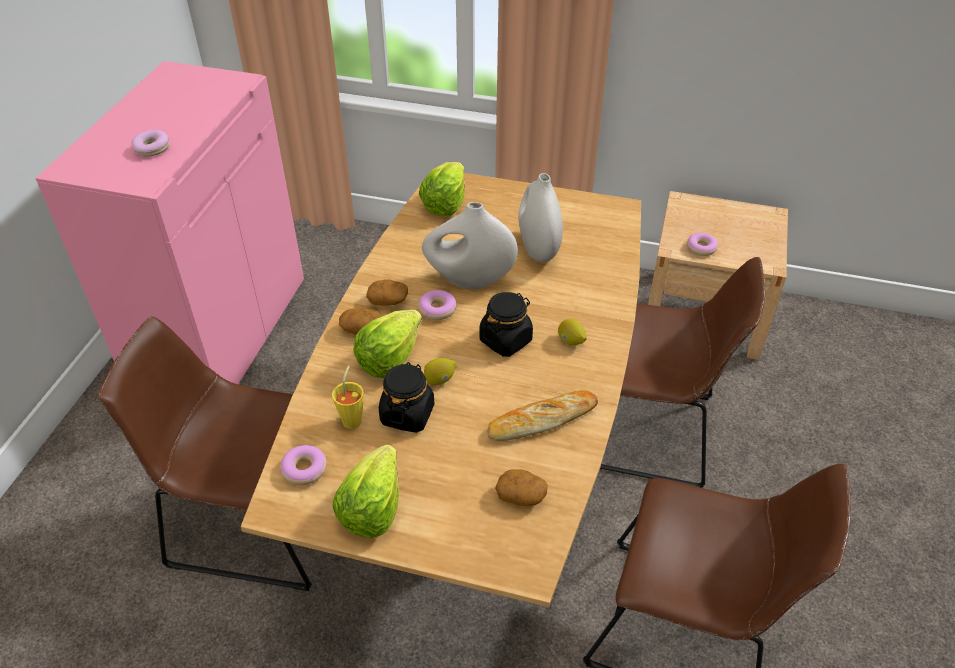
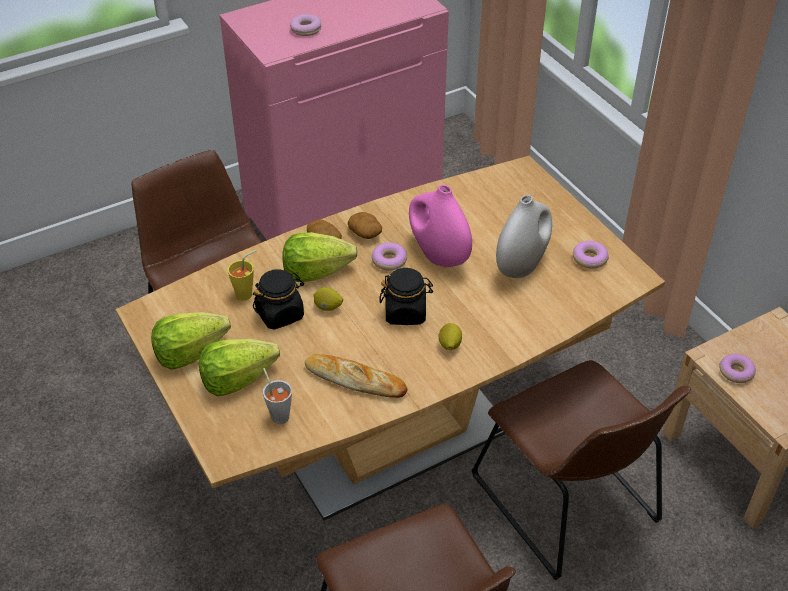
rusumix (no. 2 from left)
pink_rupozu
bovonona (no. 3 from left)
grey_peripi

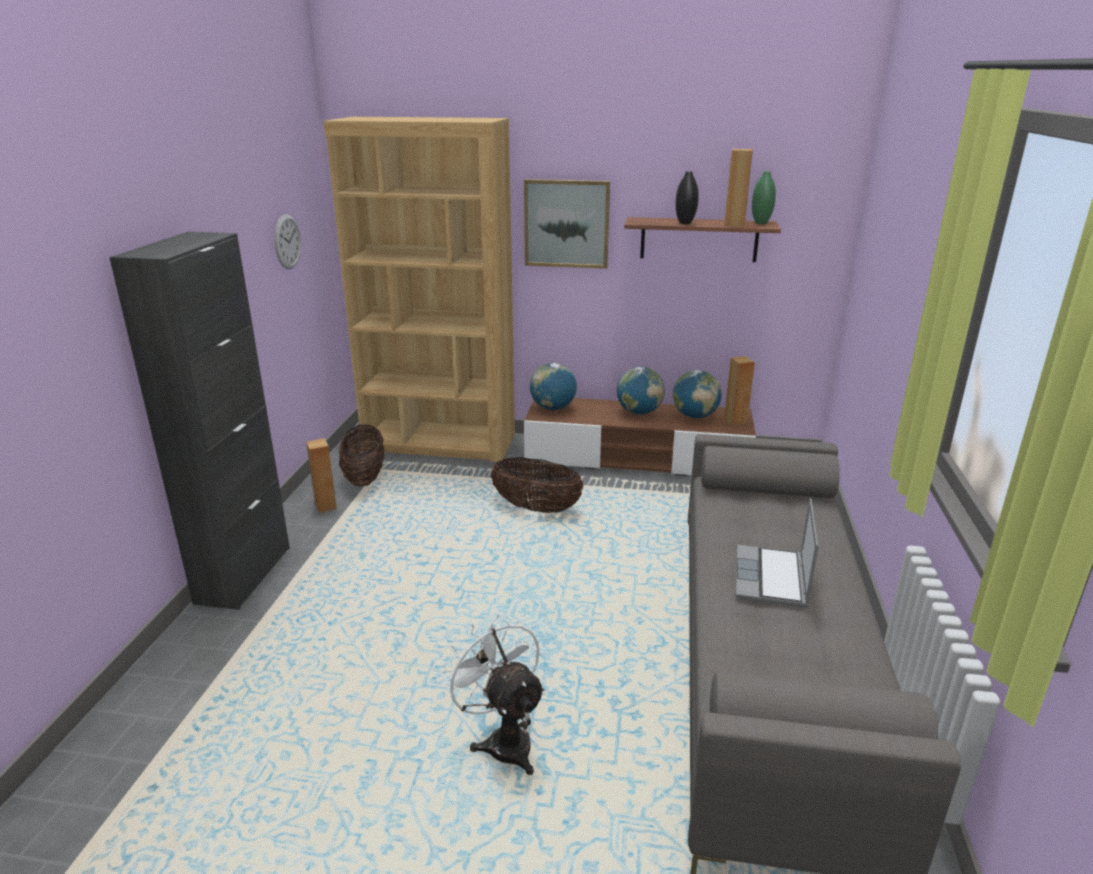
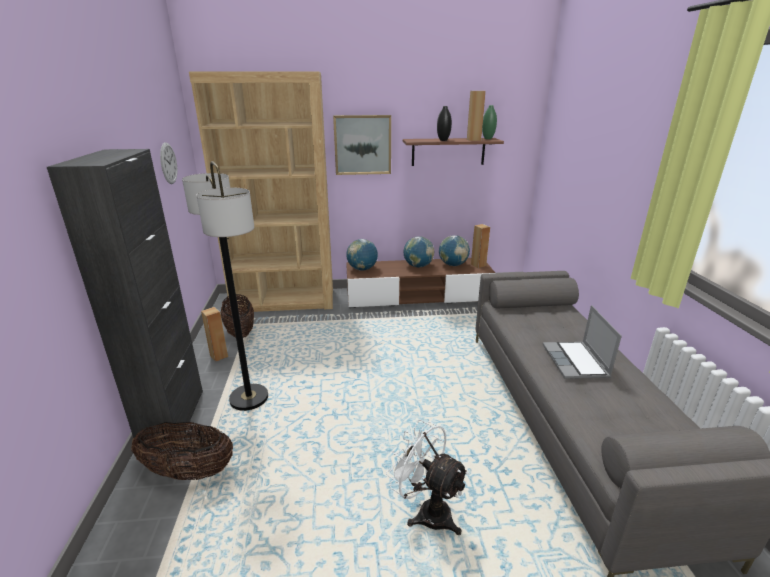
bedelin (no. 1 from left)
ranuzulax

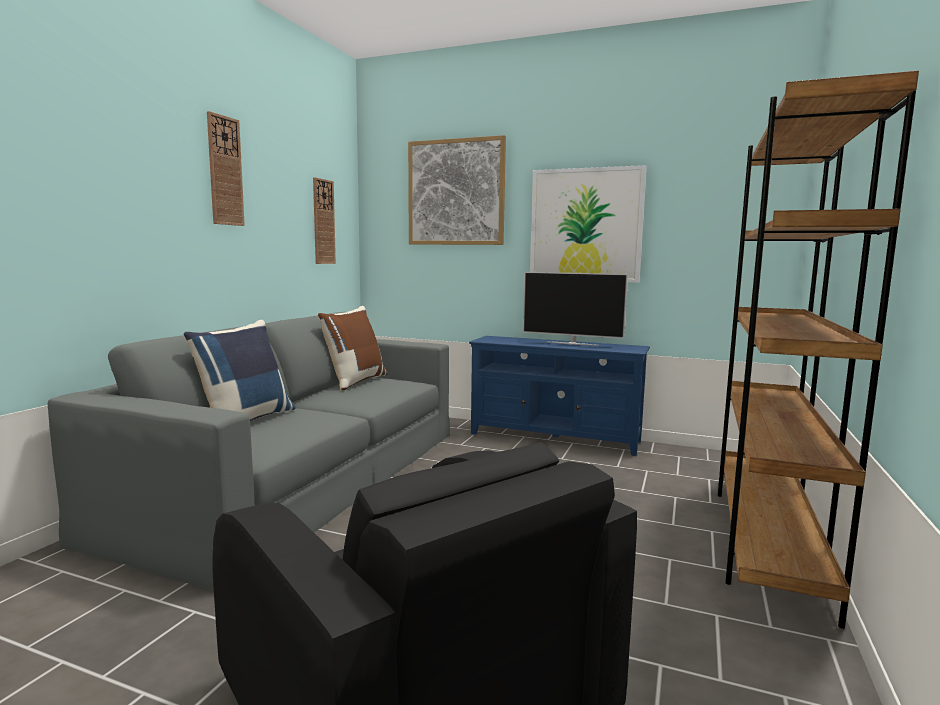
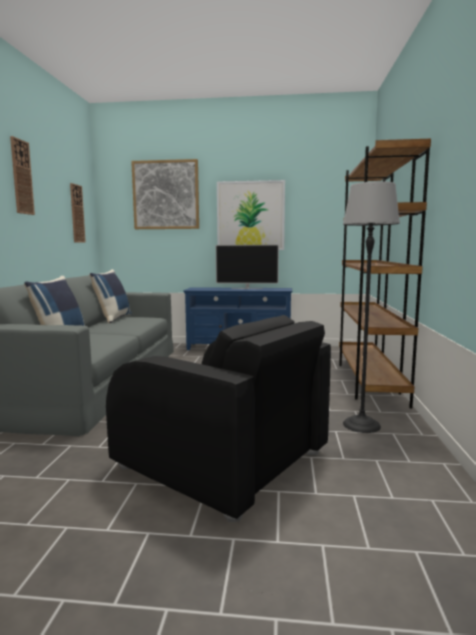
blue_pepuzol (no. 2 from left)
ranuzulax

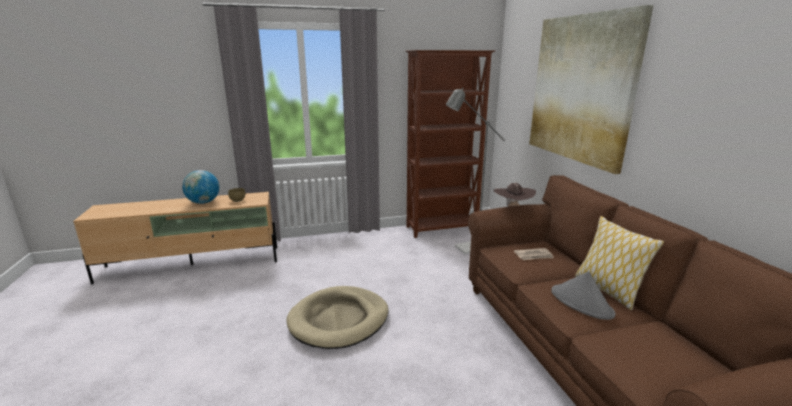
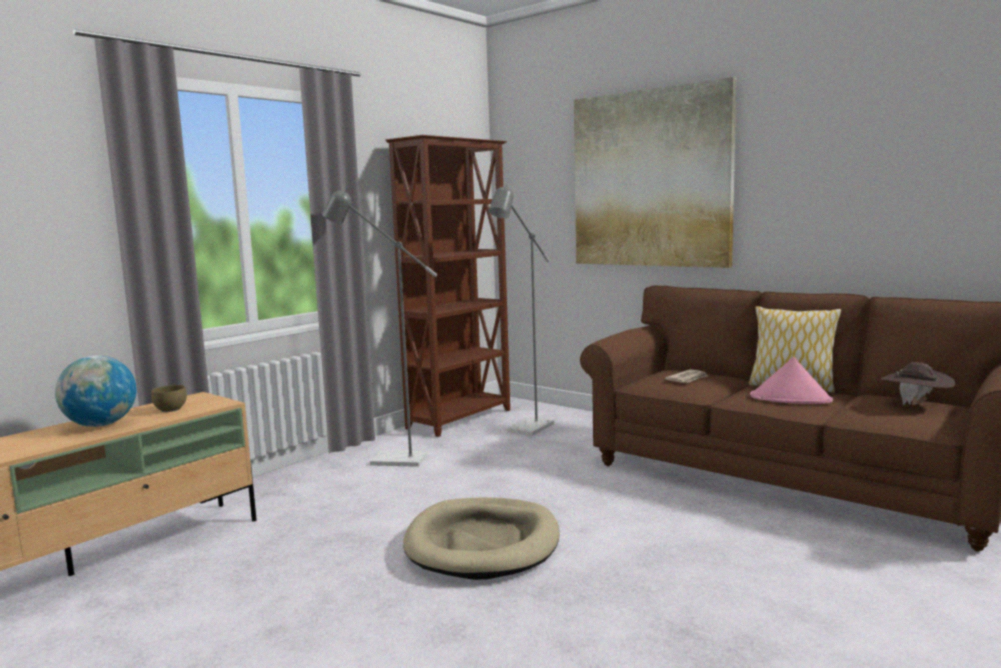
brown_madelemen
pink_madelemen
grey_ranuzulax (no. 1 from left)

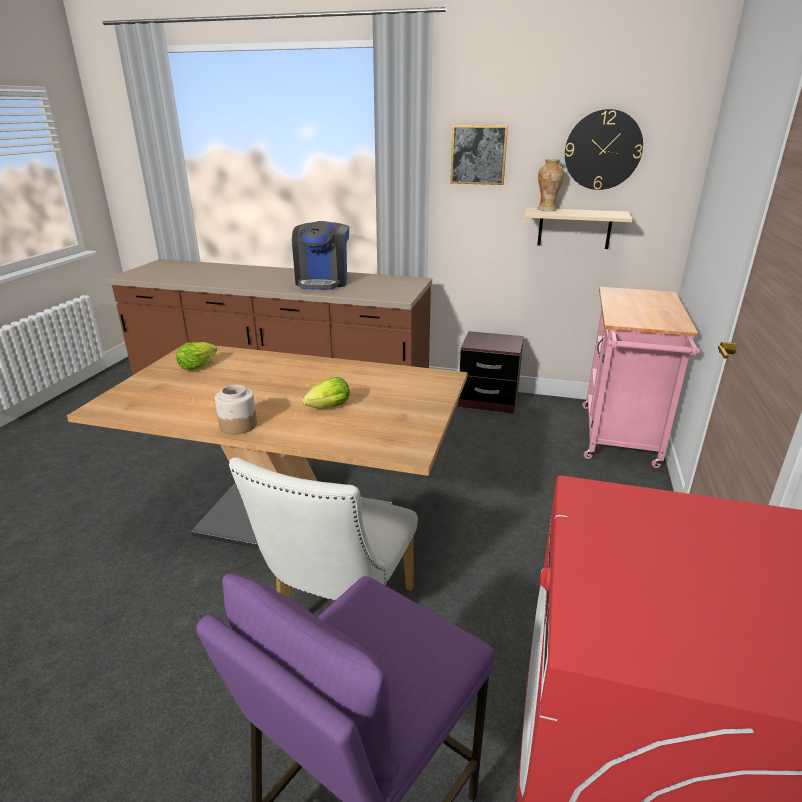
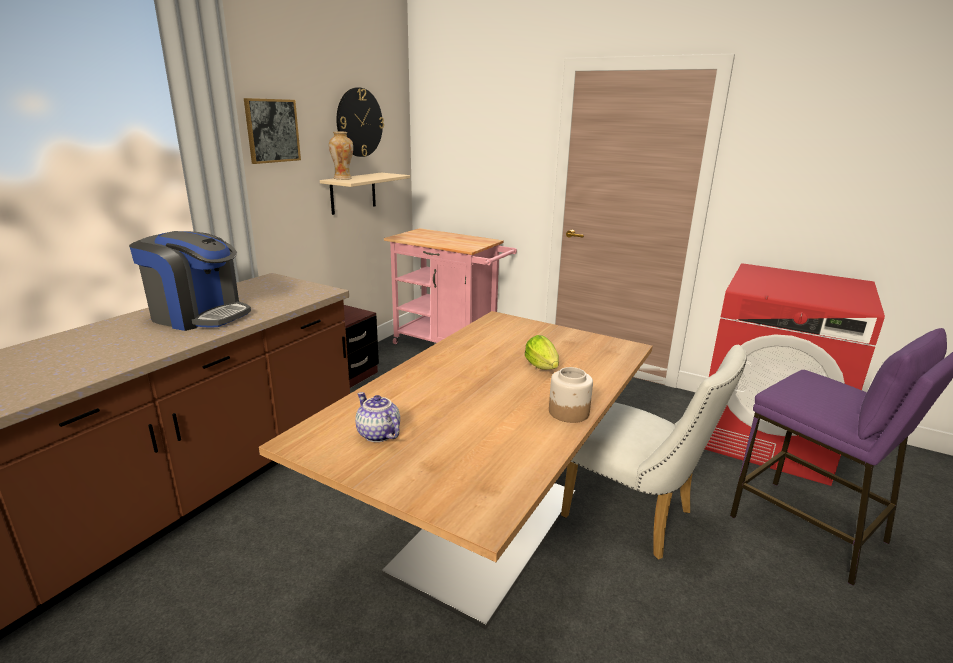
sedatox

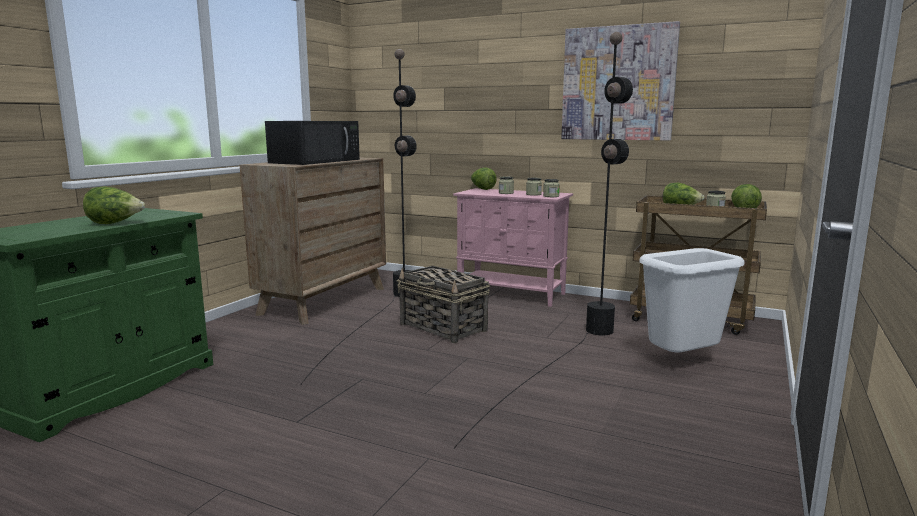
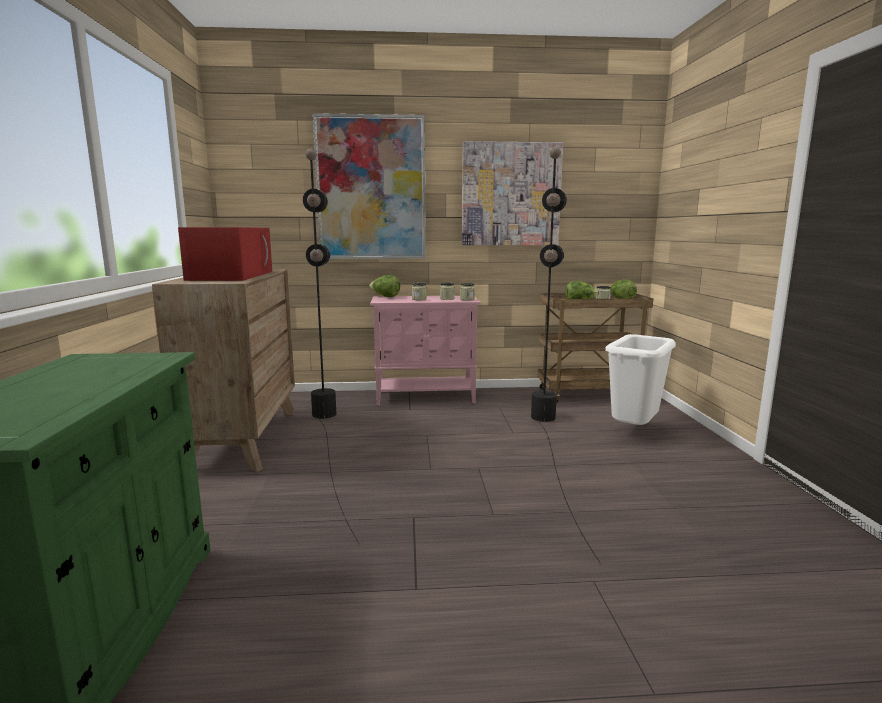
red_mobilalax
rusumix (no. 1 from left in the first image)
bedelin
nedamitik (no. 1 from left)

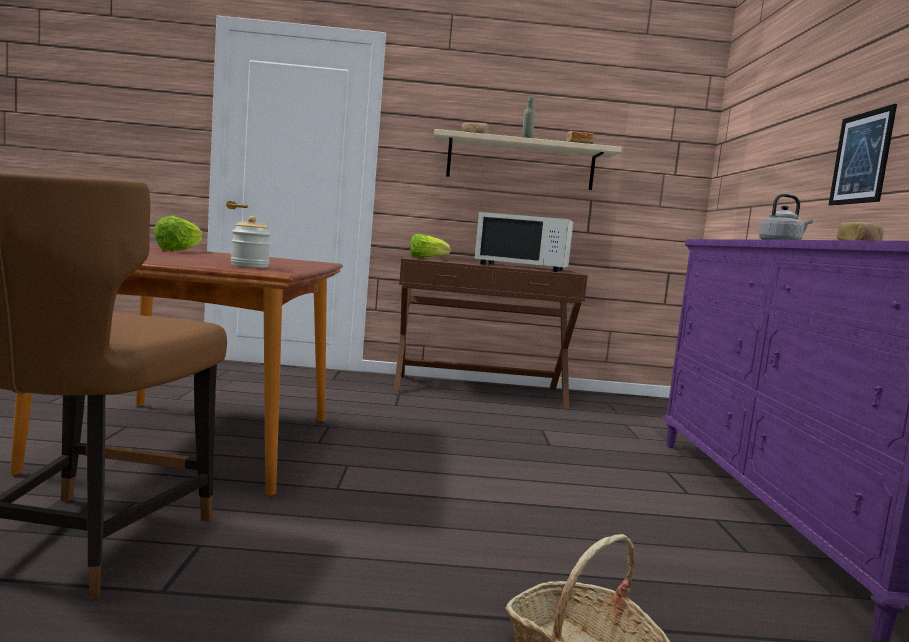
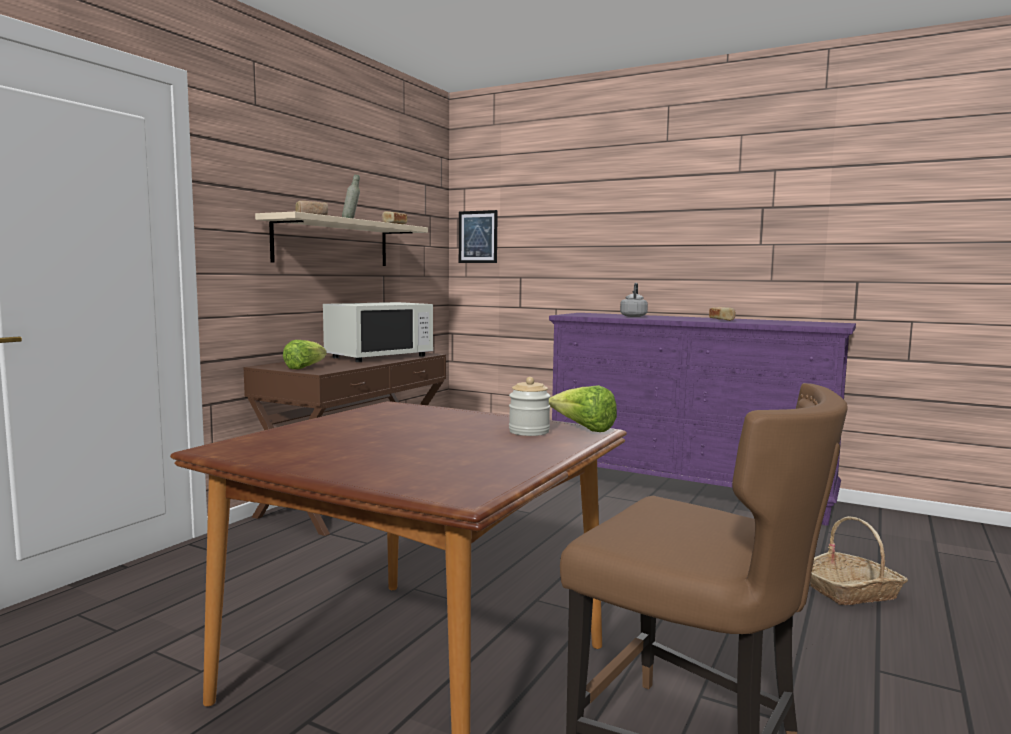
nedamitik
rusumix (no. 2 from left)

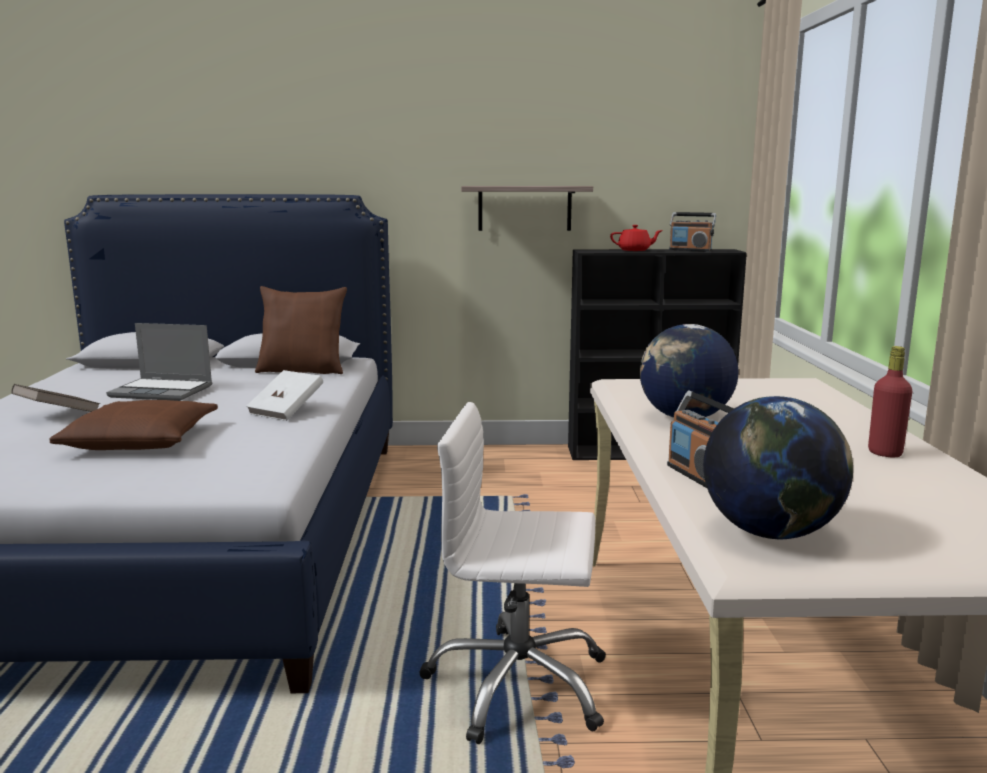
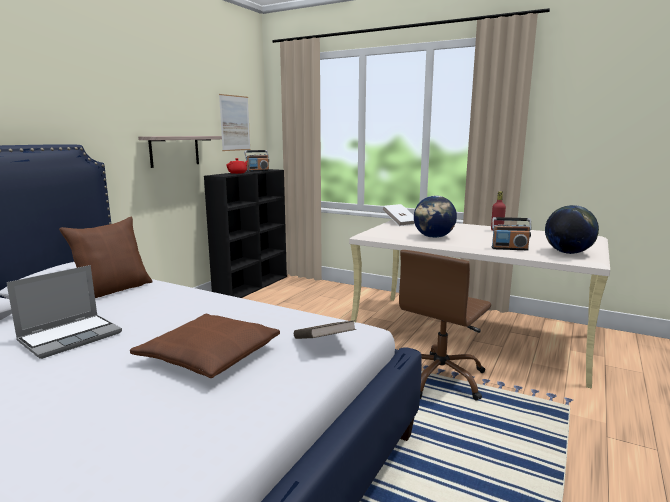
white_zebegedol
brown_zebegedol
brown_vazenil
nedamitik

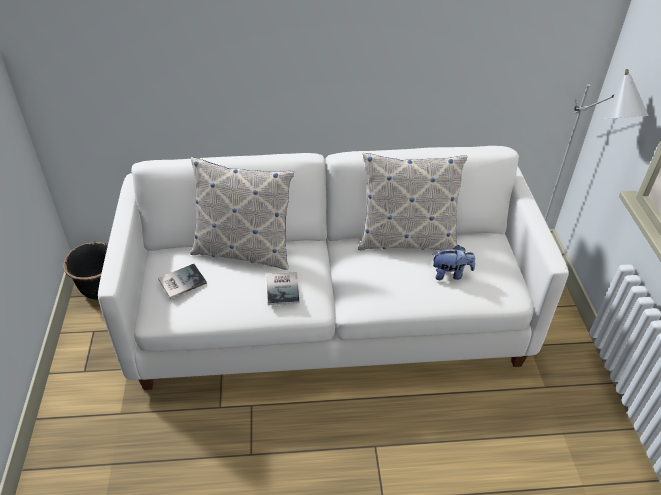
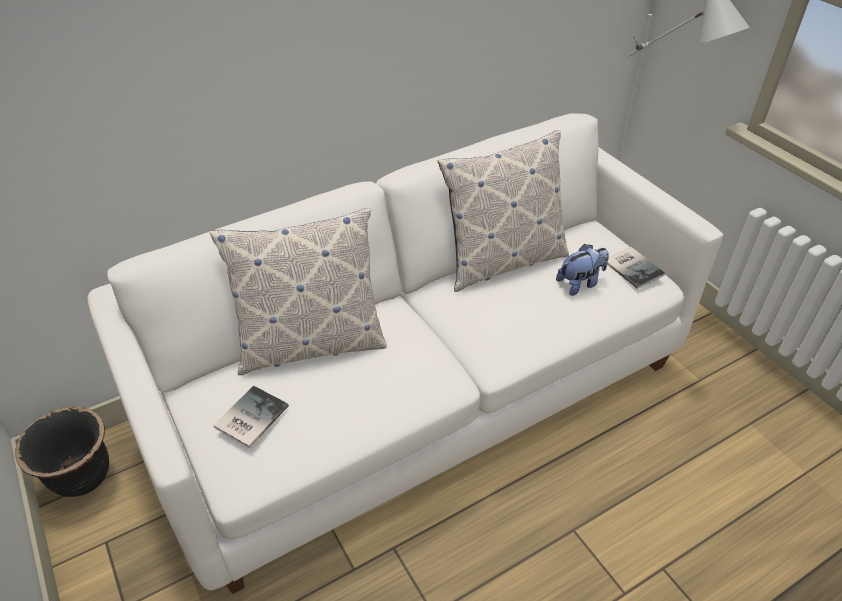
zebegedol (no. 2 from left)

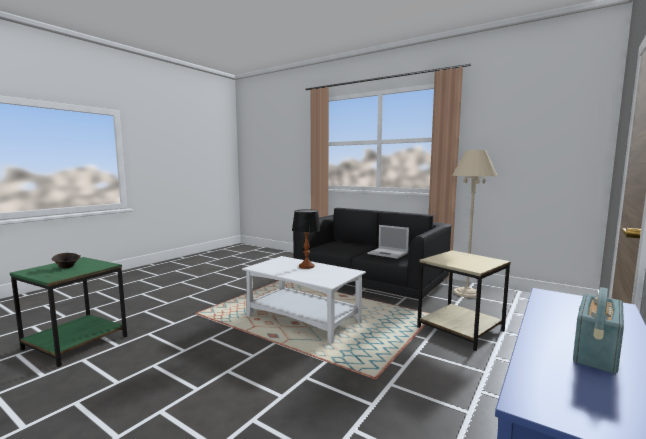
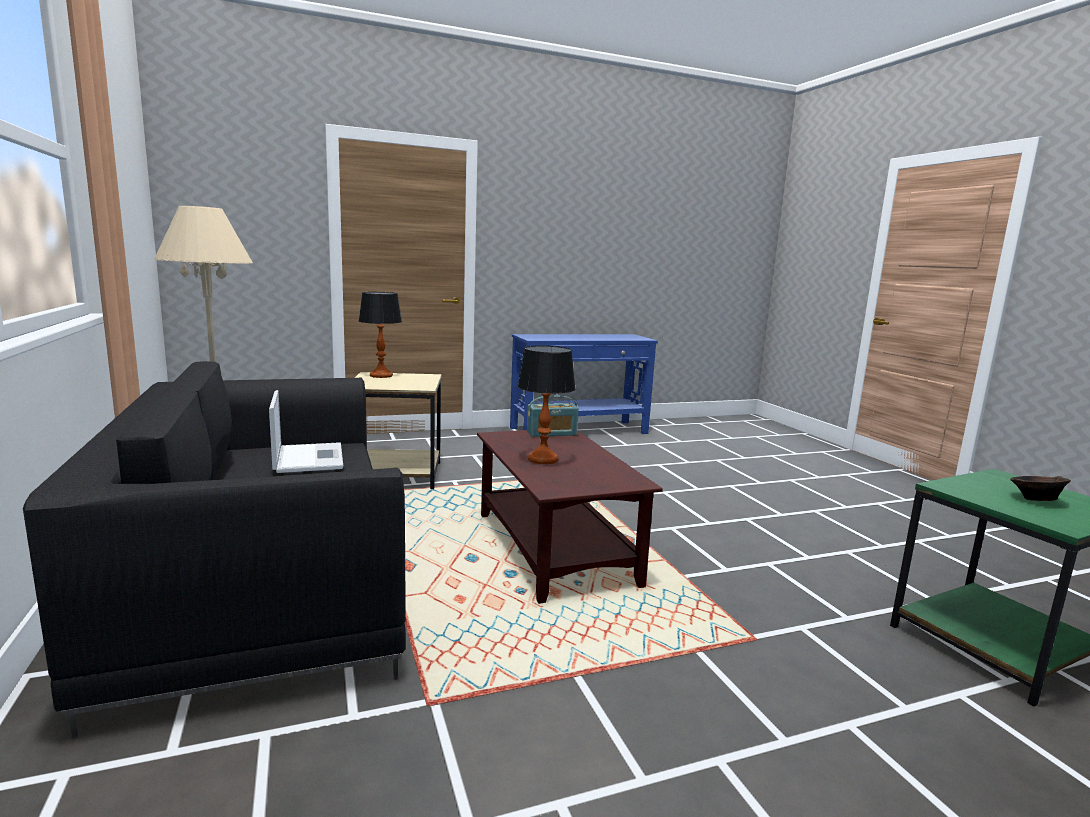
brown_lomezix
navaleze
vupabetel (no. 1 from left)

